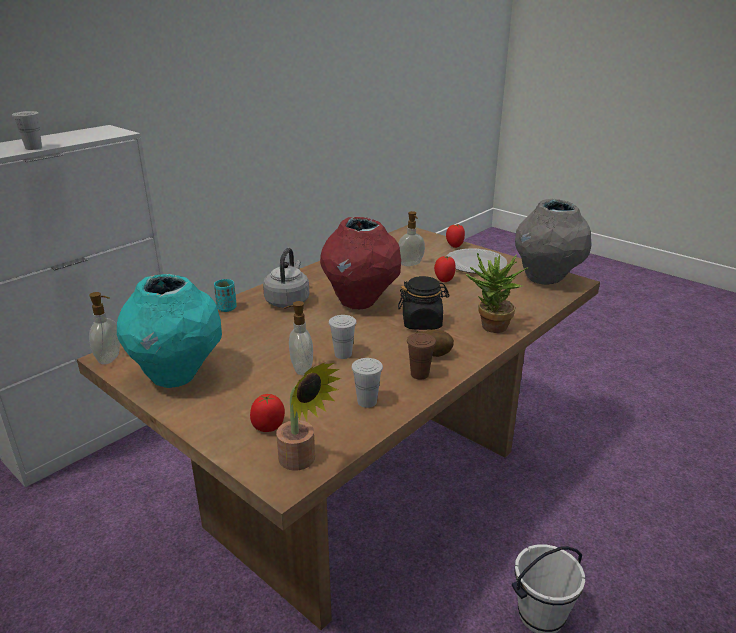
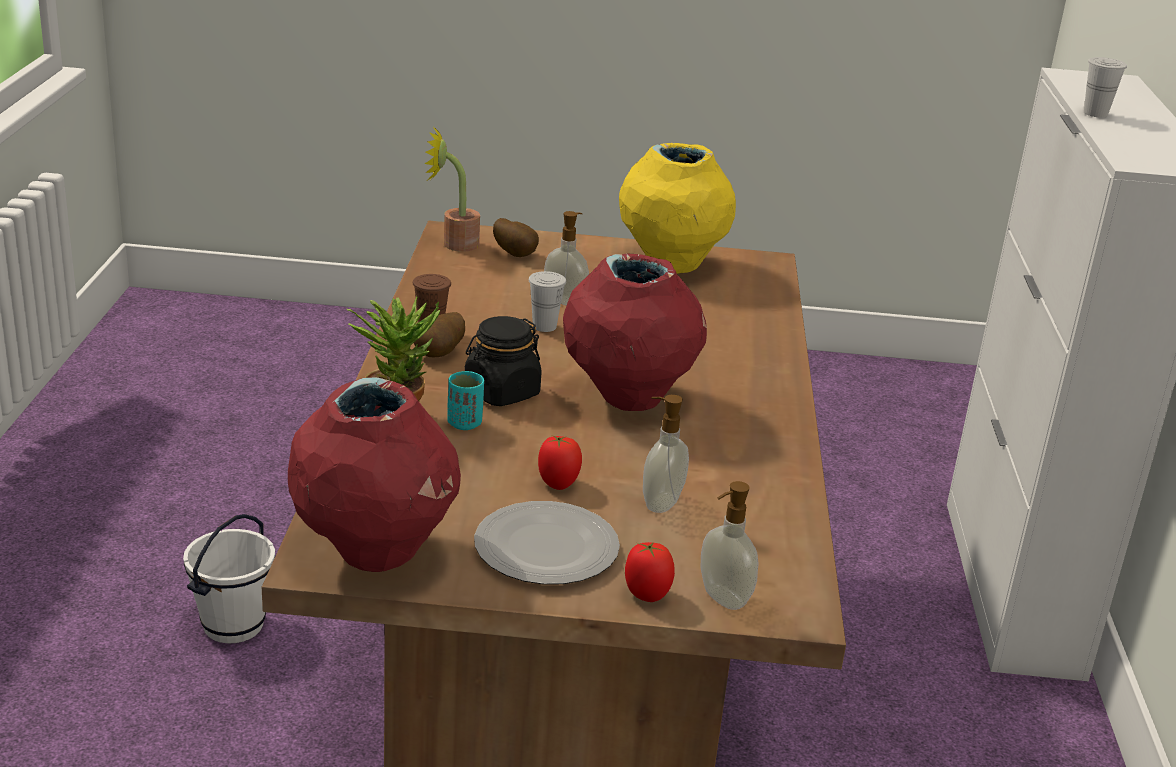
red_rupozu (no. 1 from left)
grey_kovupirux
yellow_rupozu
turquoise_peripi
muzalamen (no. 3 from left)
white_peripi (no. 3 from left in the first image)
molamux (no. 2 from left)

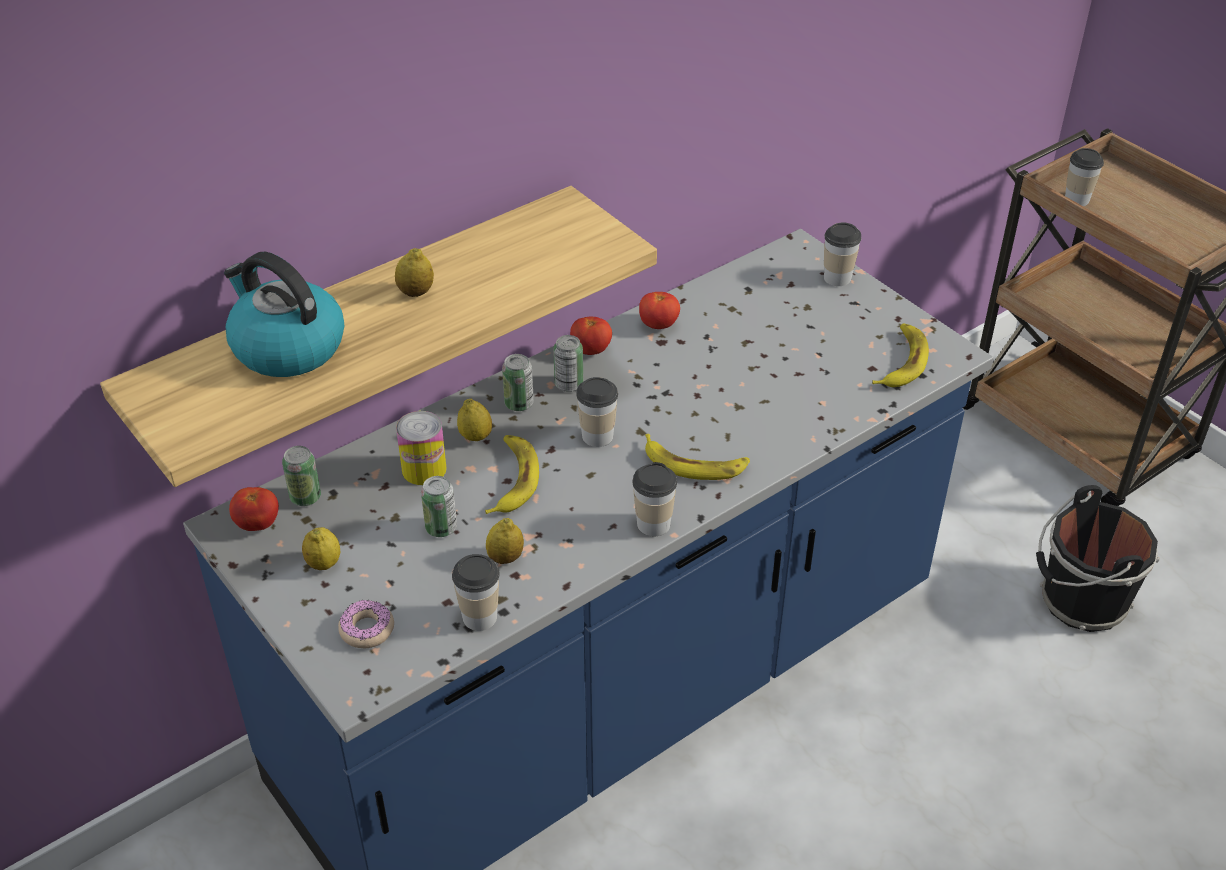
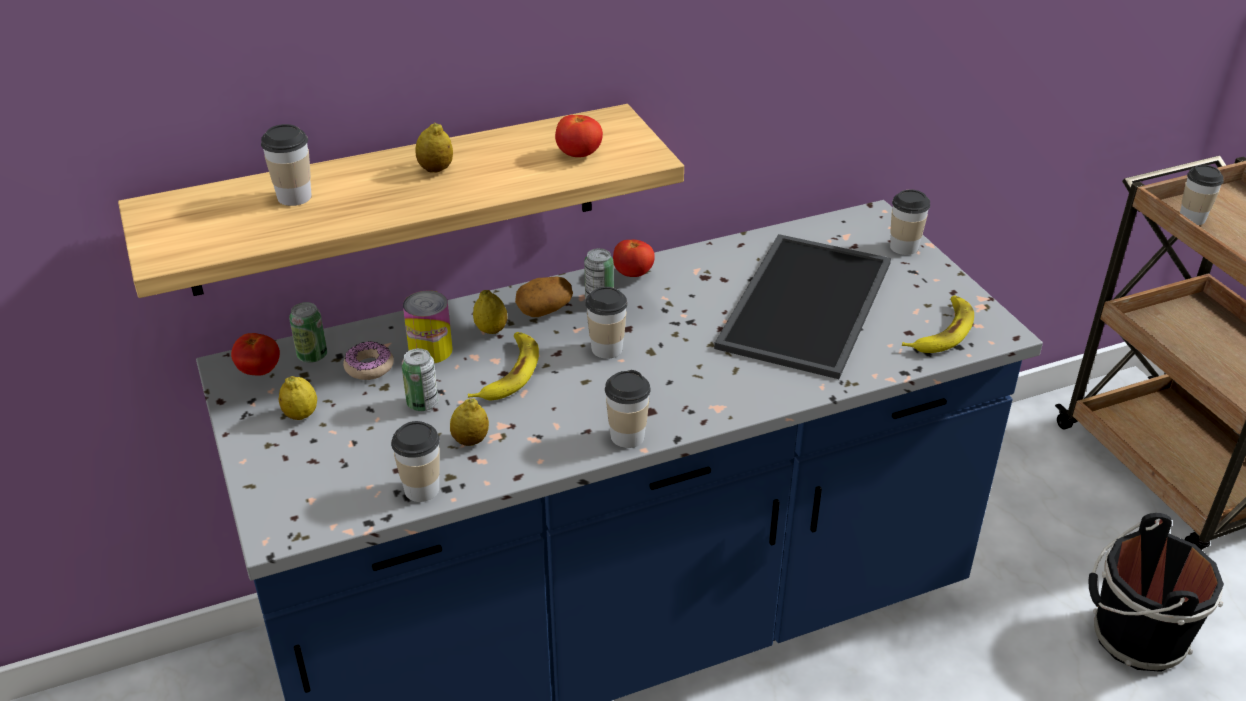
peripi (no. 1 from left)
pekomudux (no. 2 from left)
molamux
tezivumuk (no. 2 from left in the first image)
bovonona
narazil

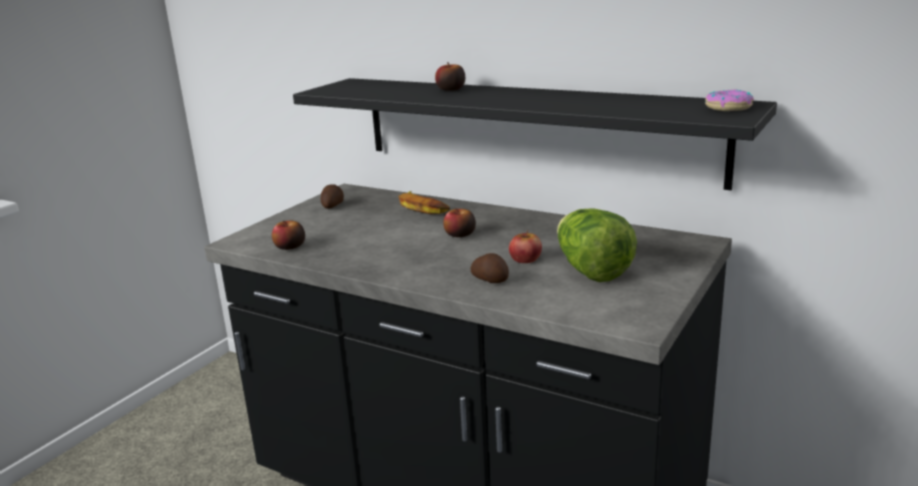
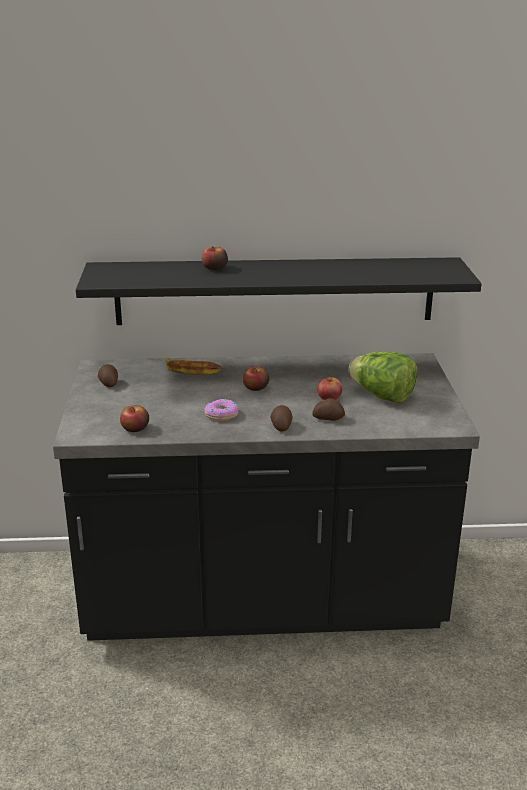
bovonona
molamux (no. 2 from left)

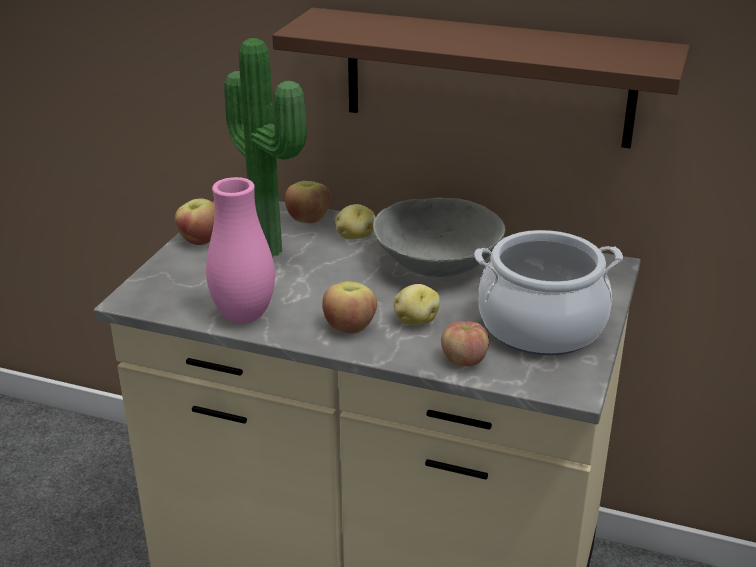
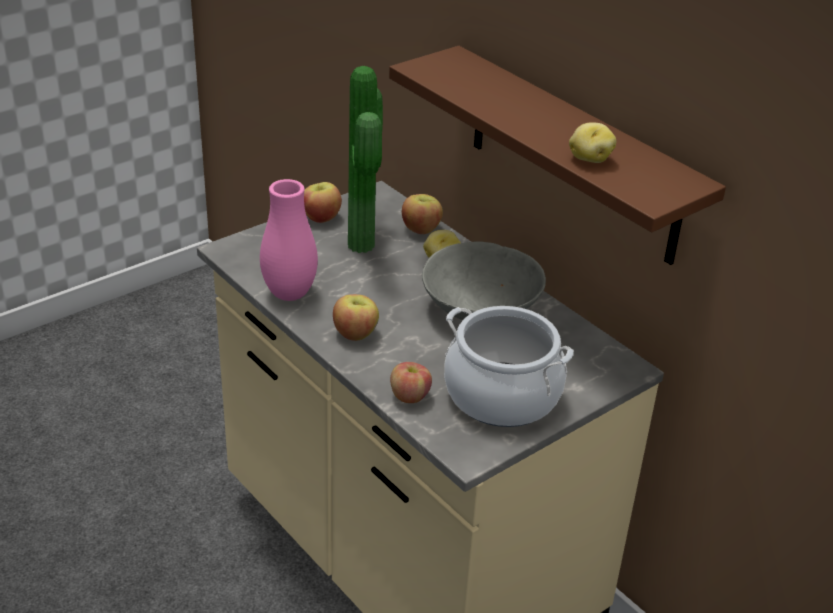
molamux (no. 2 from left)

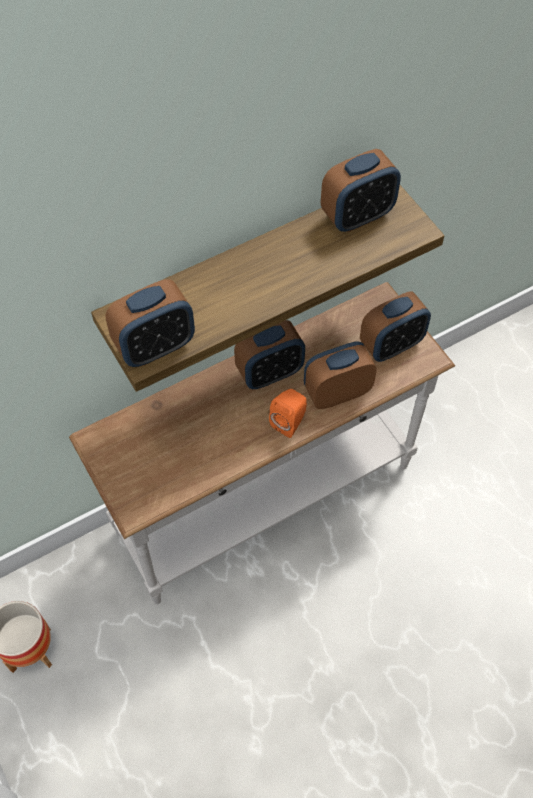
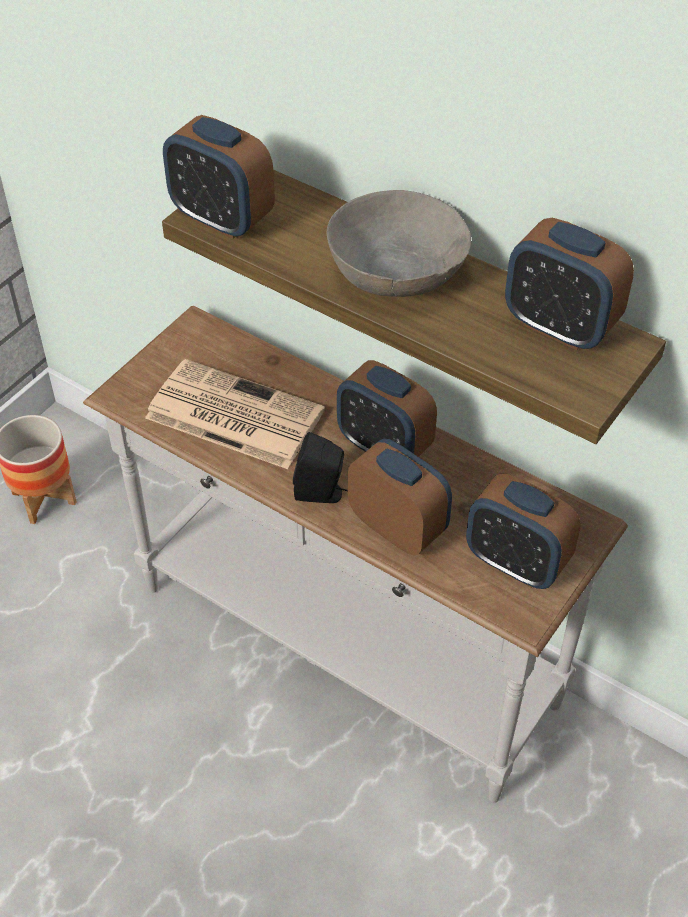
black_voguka
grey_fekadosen
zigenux

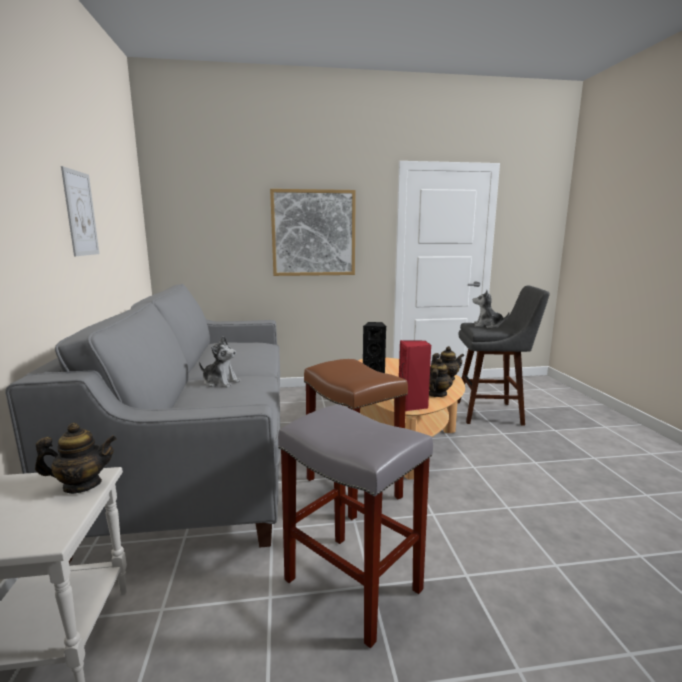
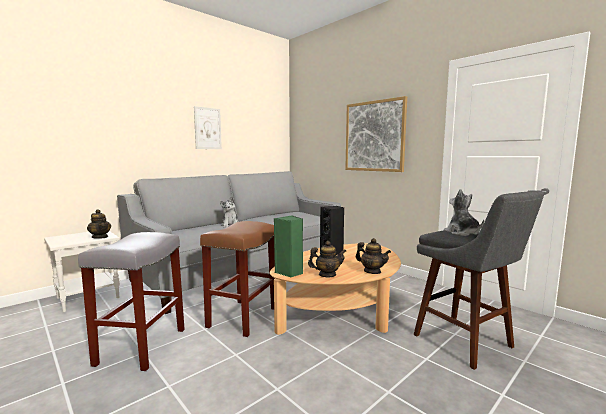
green_voguka

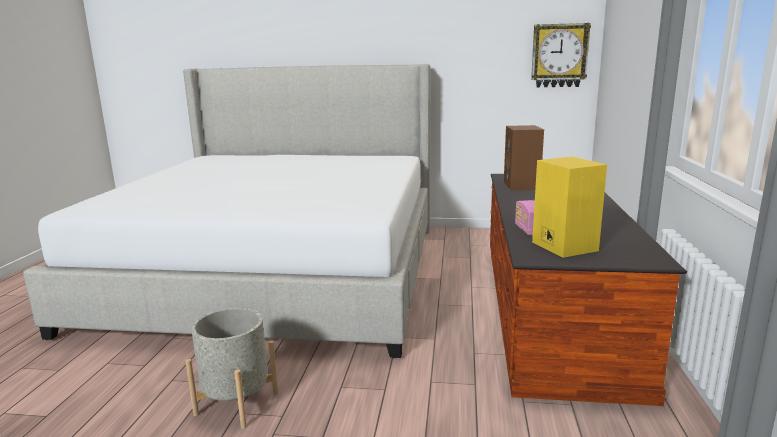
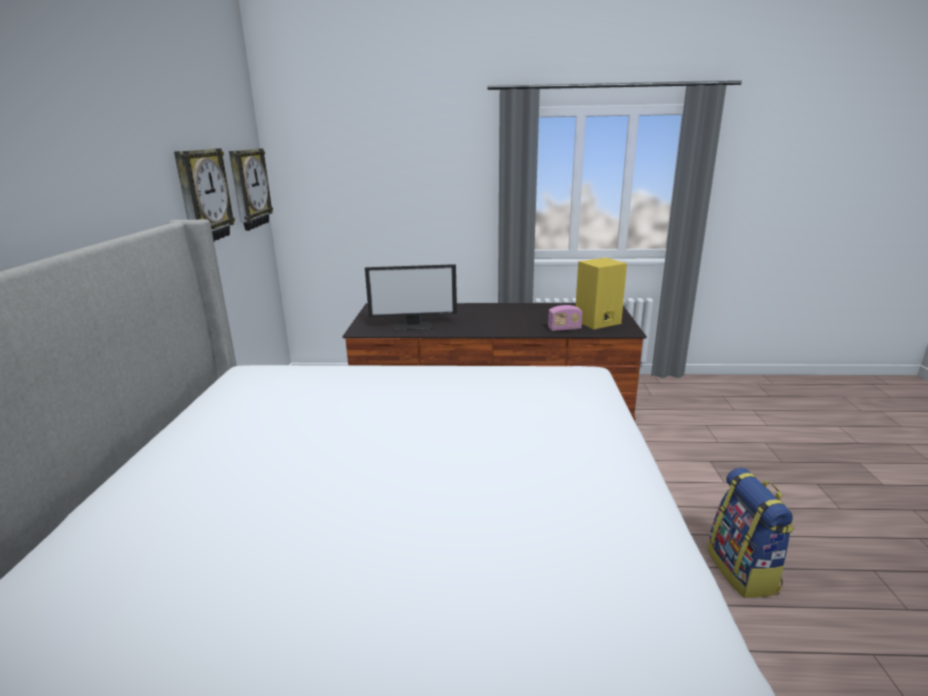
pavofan
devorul
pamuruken (no. 1 from left)

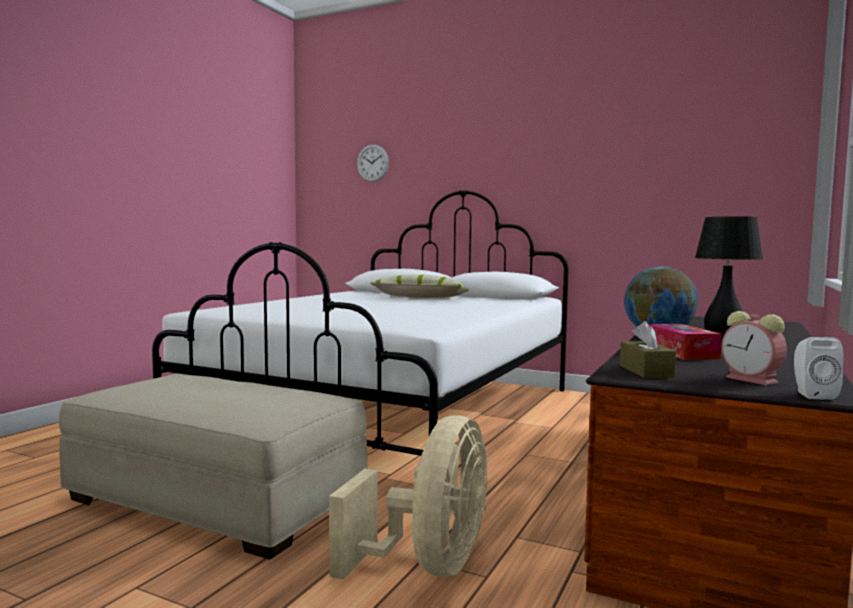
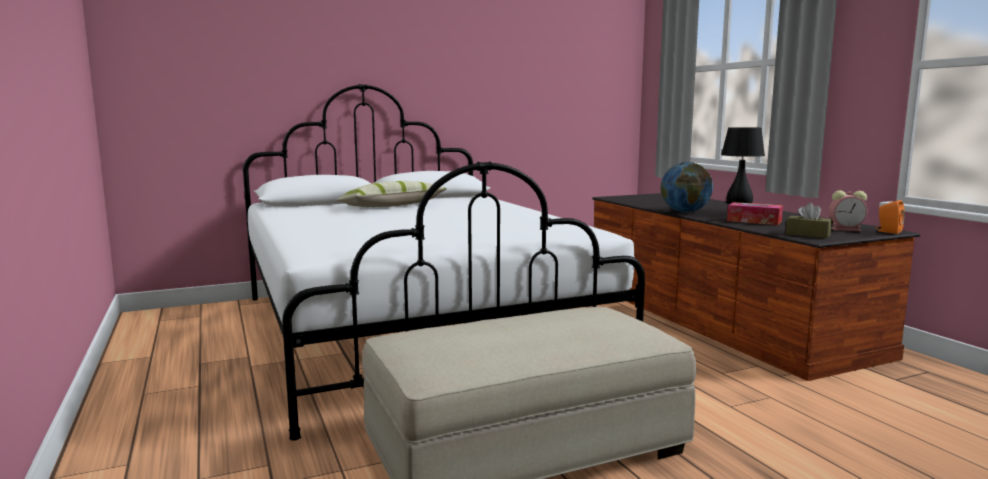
pamuruken
orange_voguka
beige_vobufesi

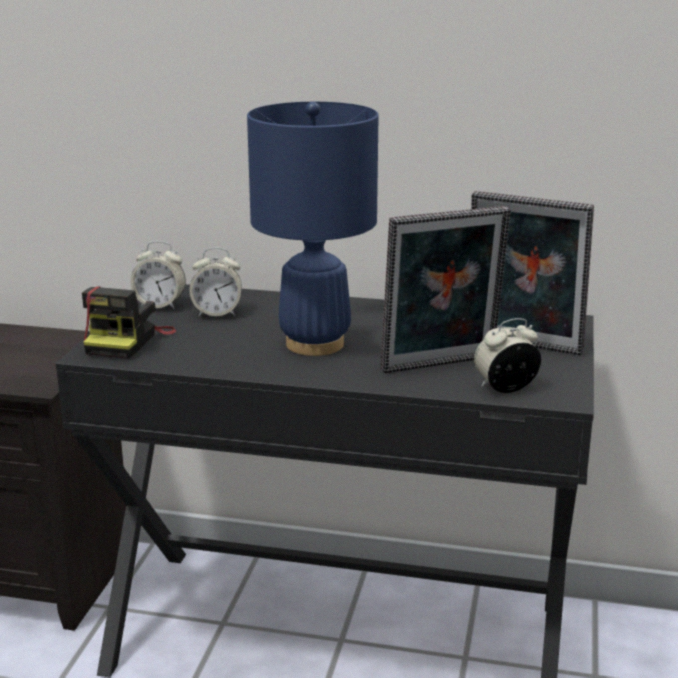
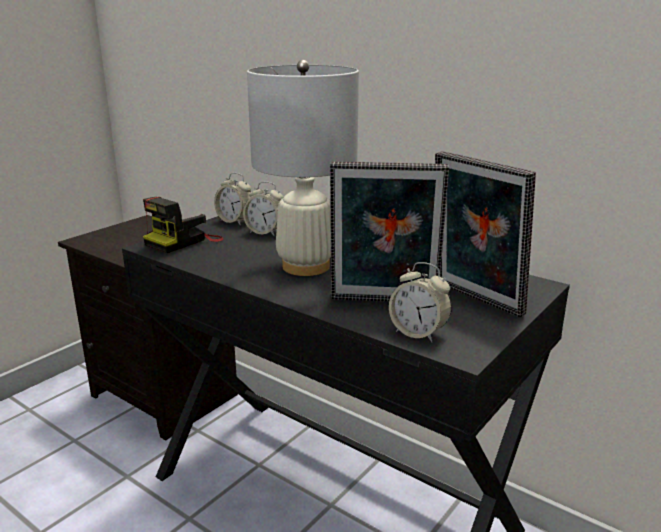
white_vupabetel
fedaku (no. 3 from left)

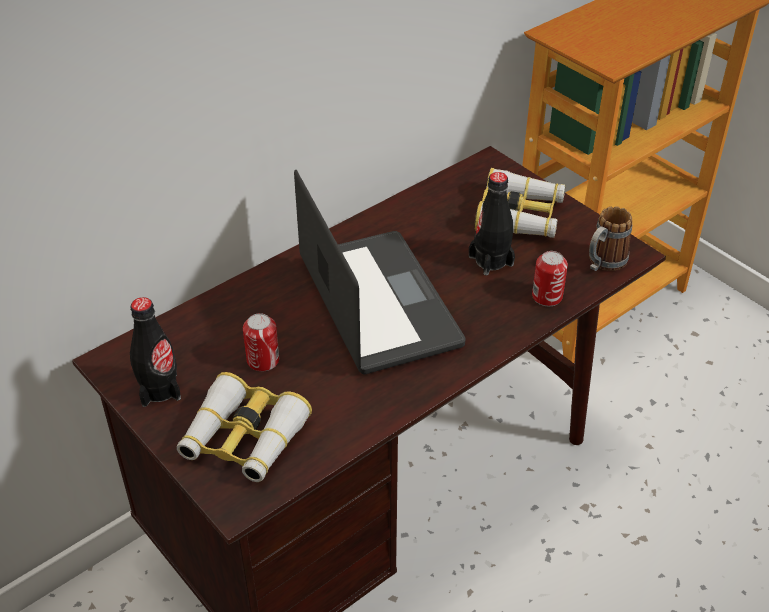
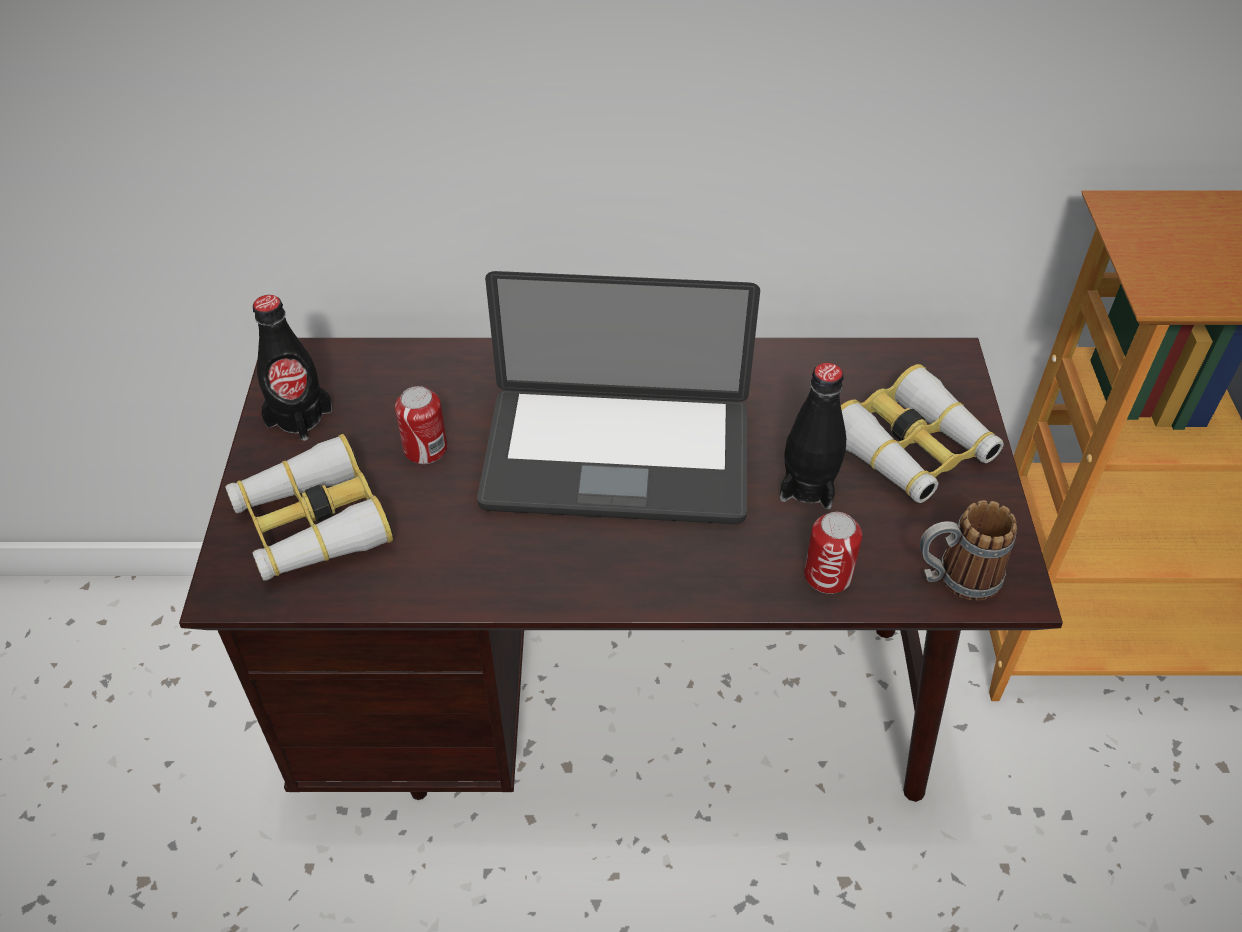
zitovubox

